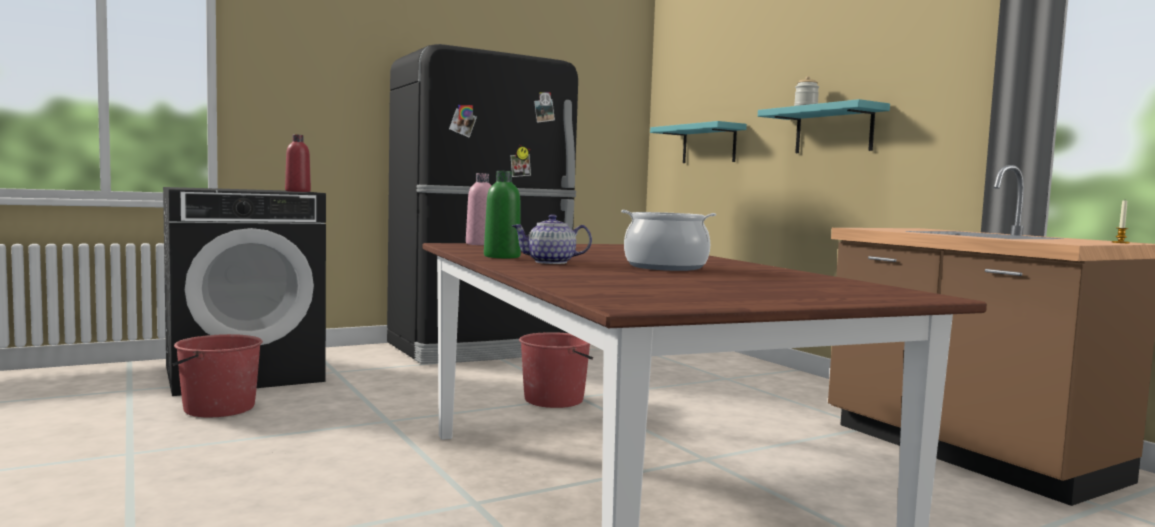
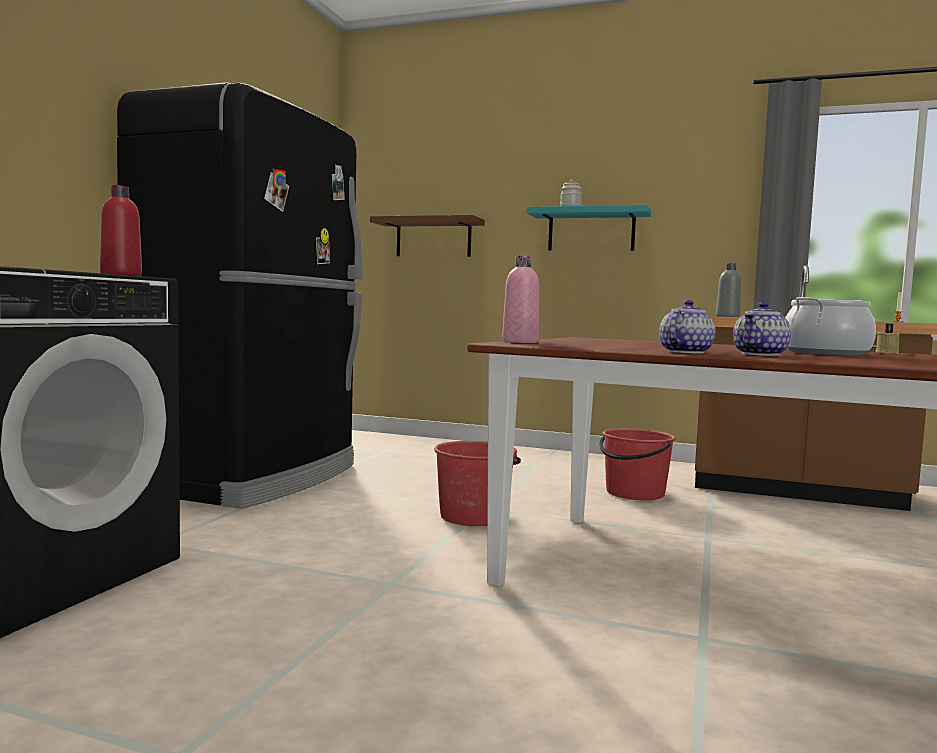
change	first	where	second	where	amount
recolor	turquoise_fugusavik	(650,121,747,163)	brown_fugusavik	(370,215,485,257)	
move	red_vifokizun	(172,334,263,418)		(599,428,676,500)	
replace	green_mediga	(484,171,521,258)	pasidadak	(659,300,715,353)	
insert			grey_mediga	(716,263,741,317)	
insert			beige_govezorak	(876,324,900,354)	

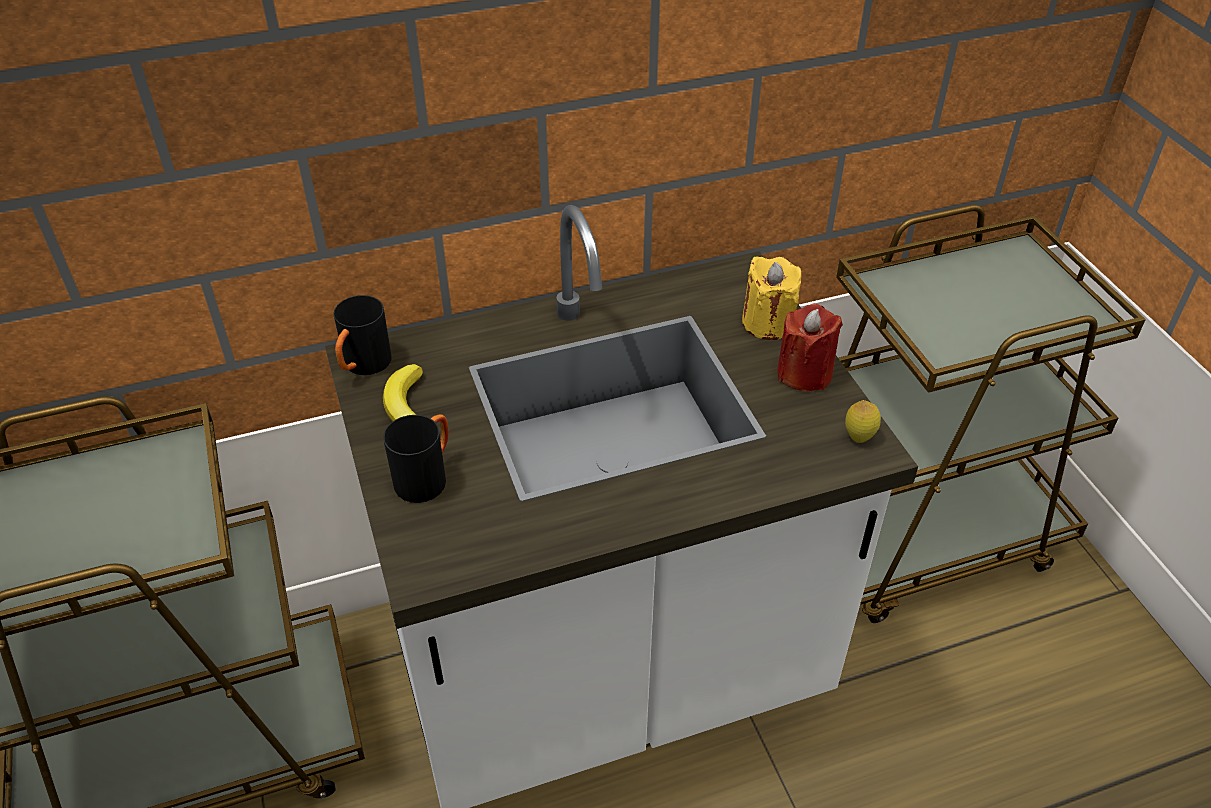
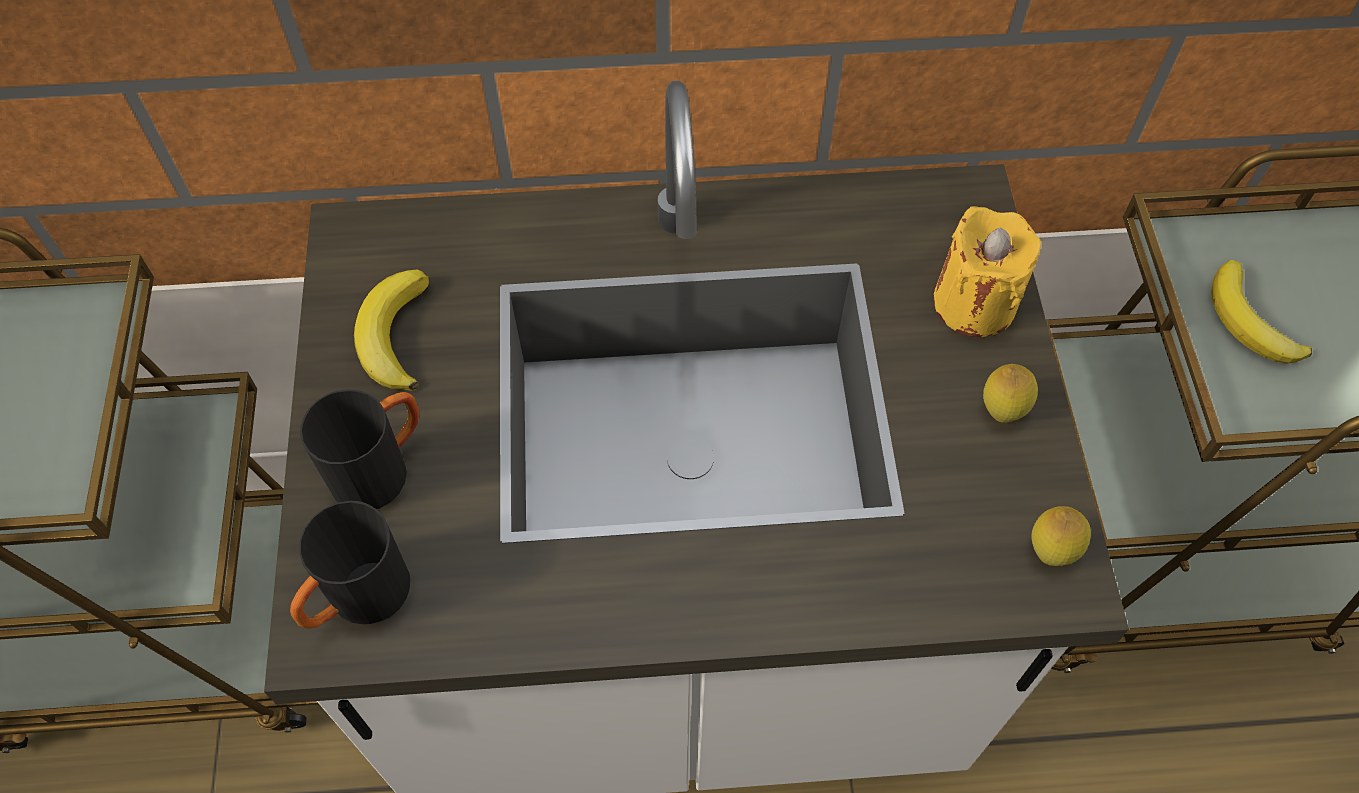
change	first	where	second	where	amount
move	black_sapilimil	(334,295,392,375)		(290,501,410,629)	
replace	red_govezorak	(777,304,843,392)	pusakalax	(983,364,1038,423)	
insert			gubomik	(1211,260,1312,364)	

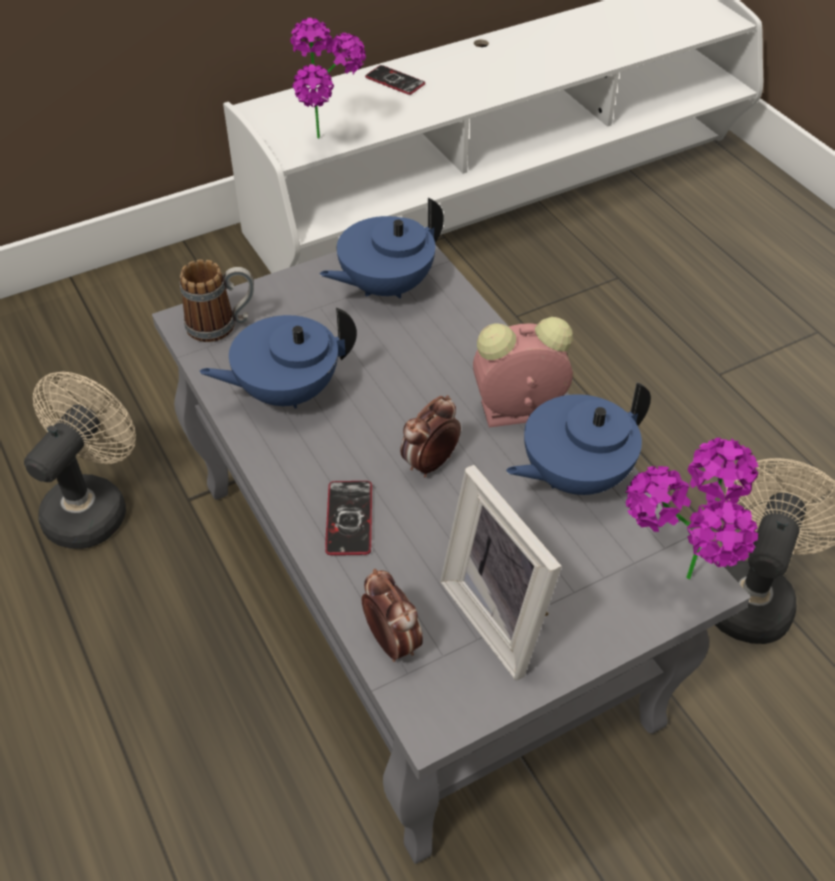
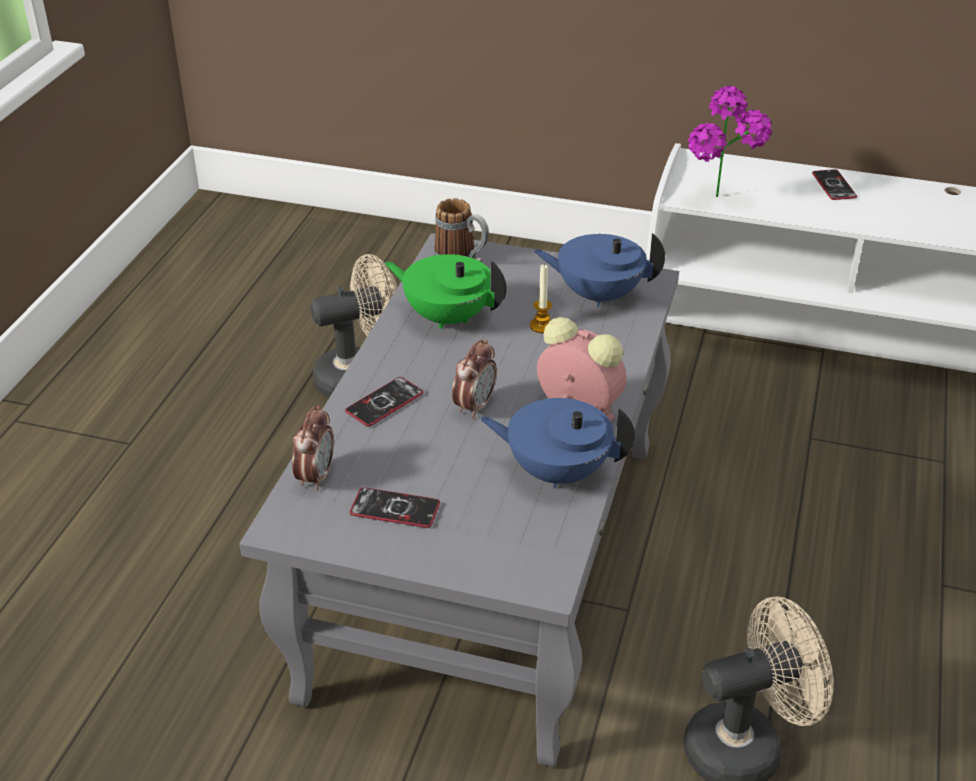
change	first	where	second	where	amount
replace	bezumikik	(440,465,562,680)	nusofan	(350,487,440,528)	
recolor	blue_pasidadak	(199,307,357,408)	green_pasidadak	(385,254,507,329)	
rotate	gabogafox	(400,395,461,477)		(452,339,497,419)	120 degrees clockwise
insert			govezorak	(530,264,552,333)	
delete	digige	(625,437,758,579)			

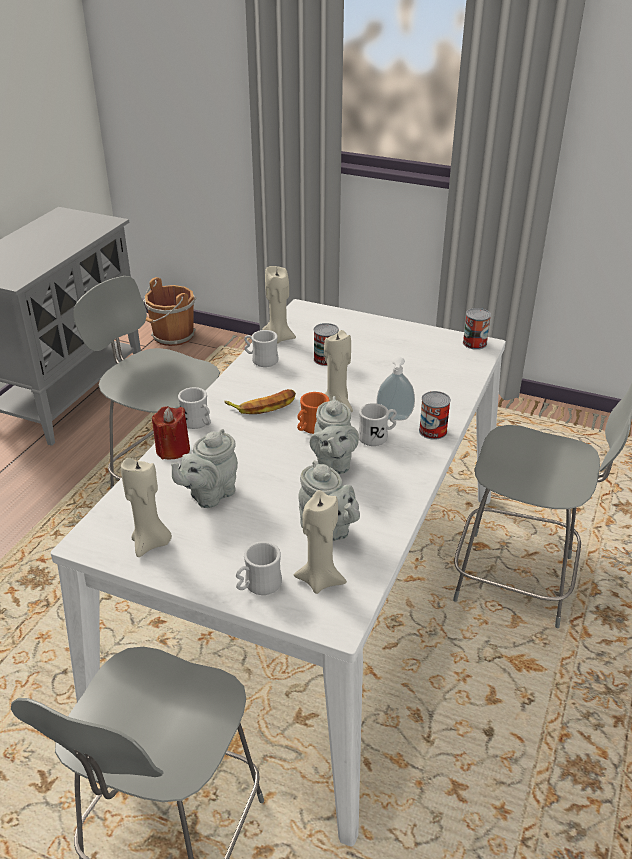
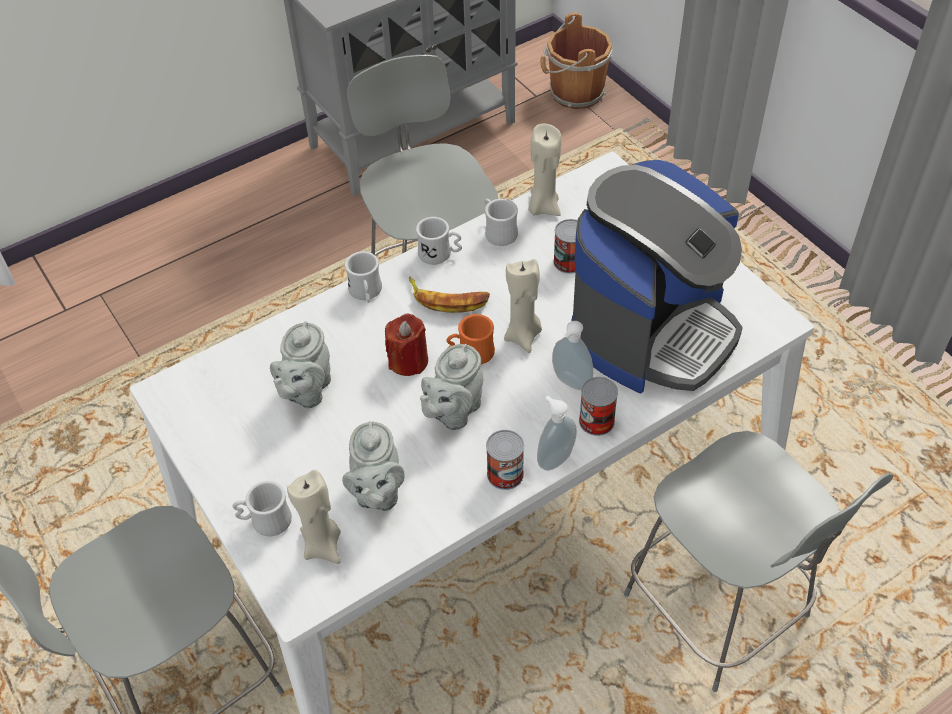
change	first	where	second	where	amount
rotate	grey_pasidadak	(171,429,238,508)		(270,321,331,408)	60 degrees counterclockwise
move	red_govezorak	(152,406,190,460)		(385,313,428,376)	
move	white_sapilimil	(358,403,397,446)		(416,217,462,265)	
move	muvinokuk	(463,308,491,350)		(486,430,524,490)	
insert			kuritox	(537,396,577,471)	
insert			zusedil	(572,160,743,393)	
delete	beige_govezorak	(121,458,172,557)			

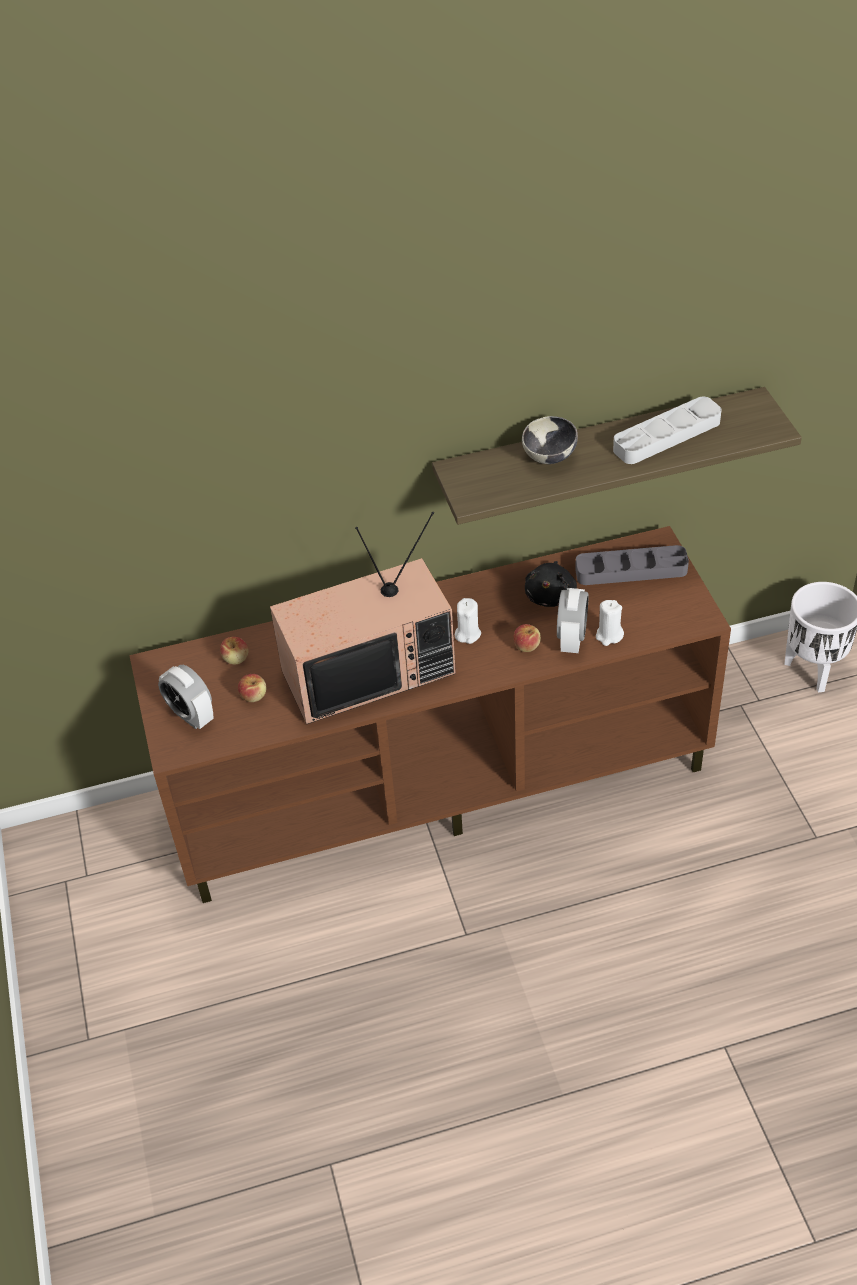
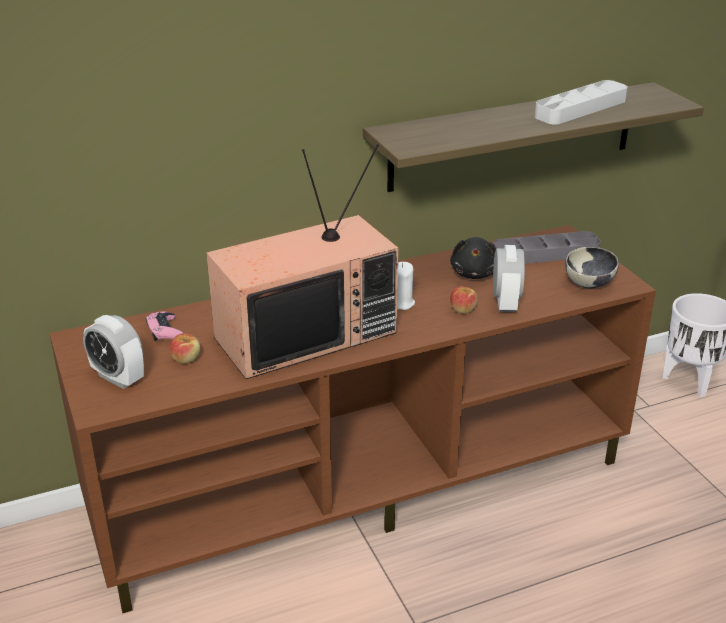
change	first	where	second	where	amount
replace	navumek	(220,637,249,665)	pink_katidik	(146,312,183,341)	
move	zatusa	(522,416,578,464)		(565,247,619,289)	
delete	white_govezorak	(596,600,624,646)			

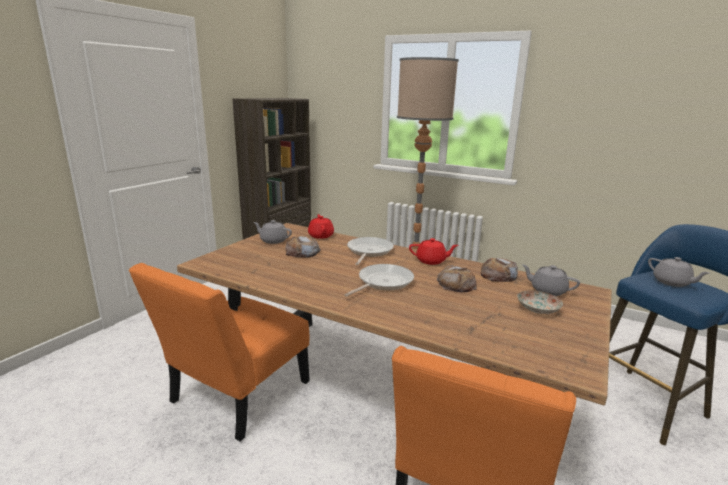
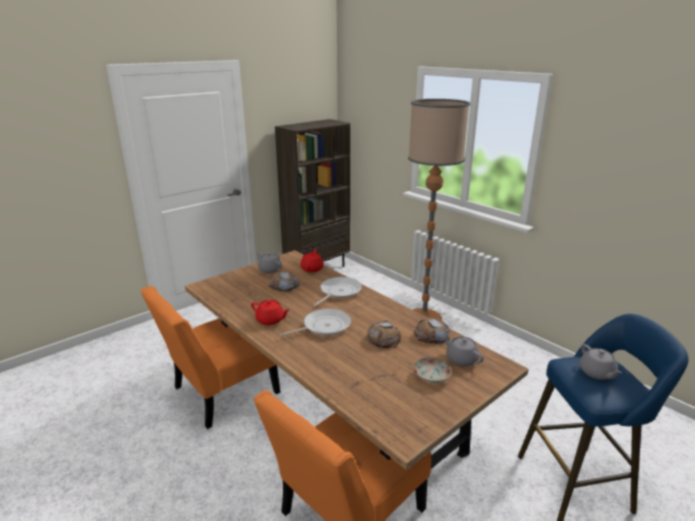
change	first	where	second	where	amount
move	red_pasidadak	(409,238,458,265)		(251,300,290,325)	

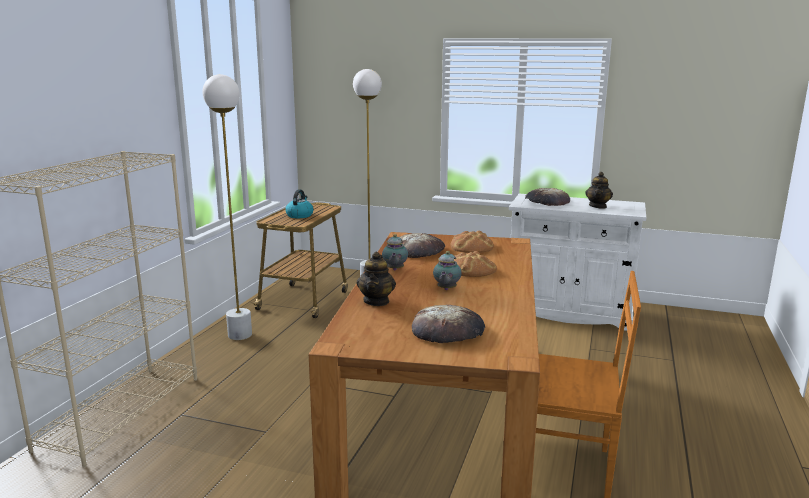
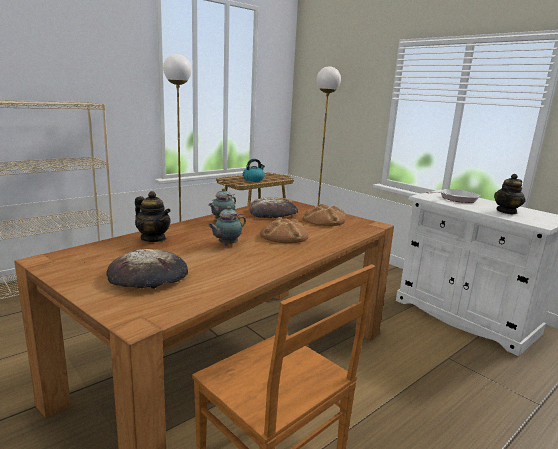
change	first	where	second	where	amount
rotate	pasidadak	(357,252,396,306)		(135,191,171,242)	90 degrees counterclockwise
replace	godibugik	(525,188,570,206)	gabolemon	(426,189,480,203)	

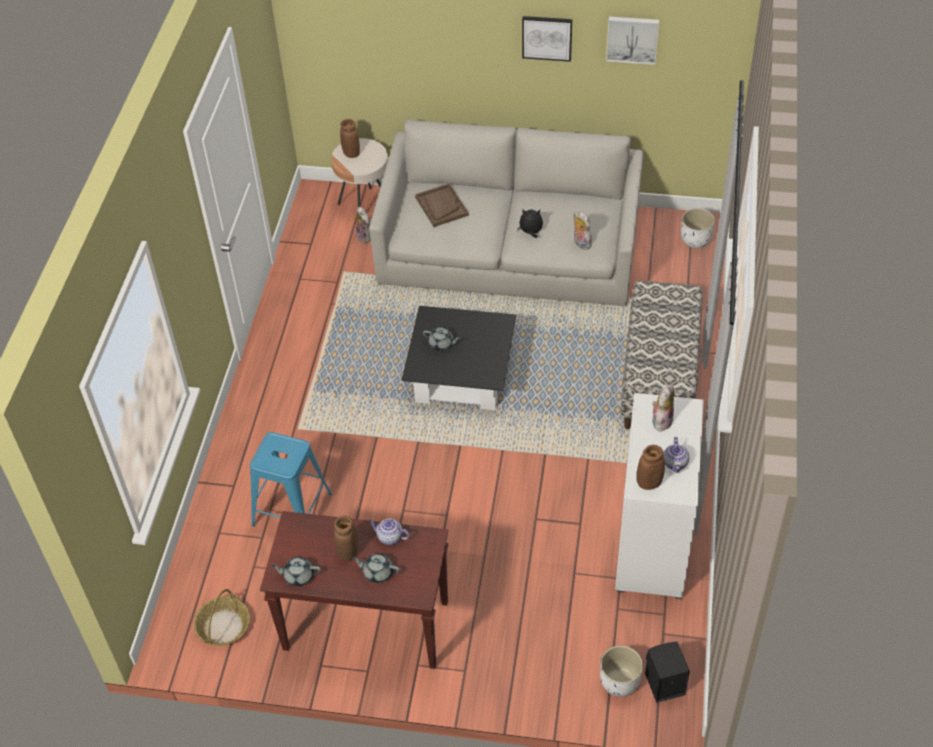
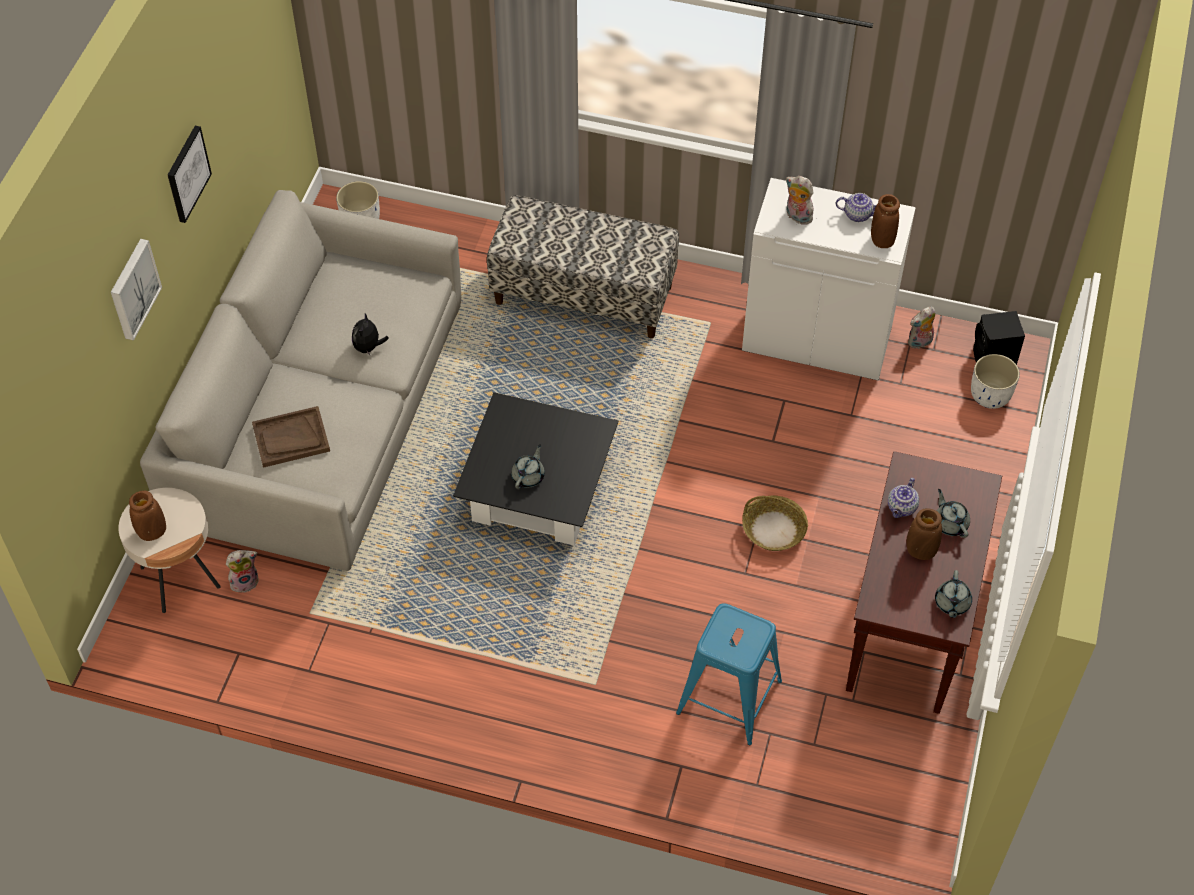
change	first	where	second	where	amount
move	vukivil	(606,17,659,65)		(111,239,162,341)	
move	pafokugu	(194,589,250,646)		(742,496,808,551)	
move	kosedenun	(573,212,592,250)		(908,306,936,349)	
rotate	grey_pasidadak	(352,553,400,583)		(937,489,970,538)	135 degrees clockwise

